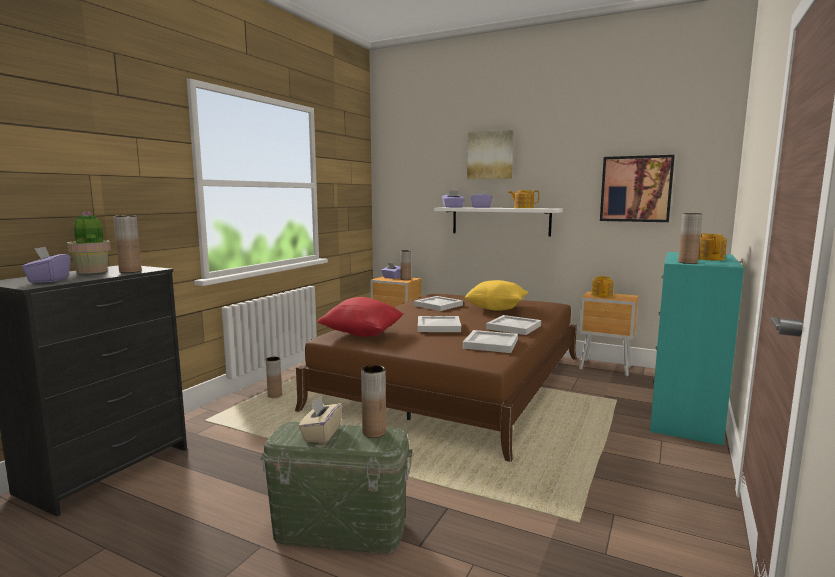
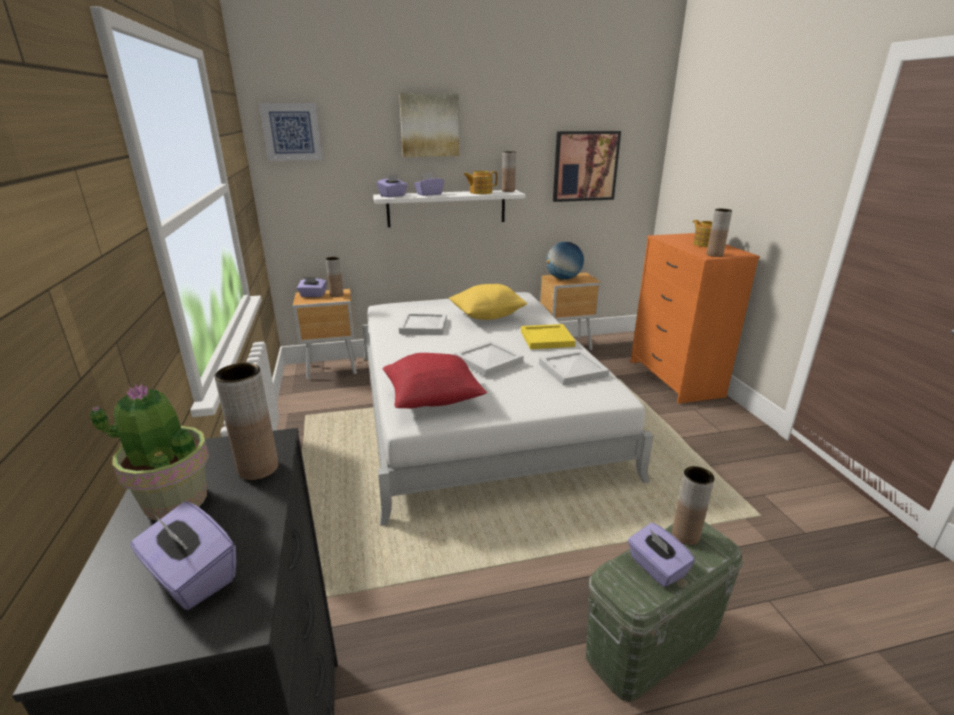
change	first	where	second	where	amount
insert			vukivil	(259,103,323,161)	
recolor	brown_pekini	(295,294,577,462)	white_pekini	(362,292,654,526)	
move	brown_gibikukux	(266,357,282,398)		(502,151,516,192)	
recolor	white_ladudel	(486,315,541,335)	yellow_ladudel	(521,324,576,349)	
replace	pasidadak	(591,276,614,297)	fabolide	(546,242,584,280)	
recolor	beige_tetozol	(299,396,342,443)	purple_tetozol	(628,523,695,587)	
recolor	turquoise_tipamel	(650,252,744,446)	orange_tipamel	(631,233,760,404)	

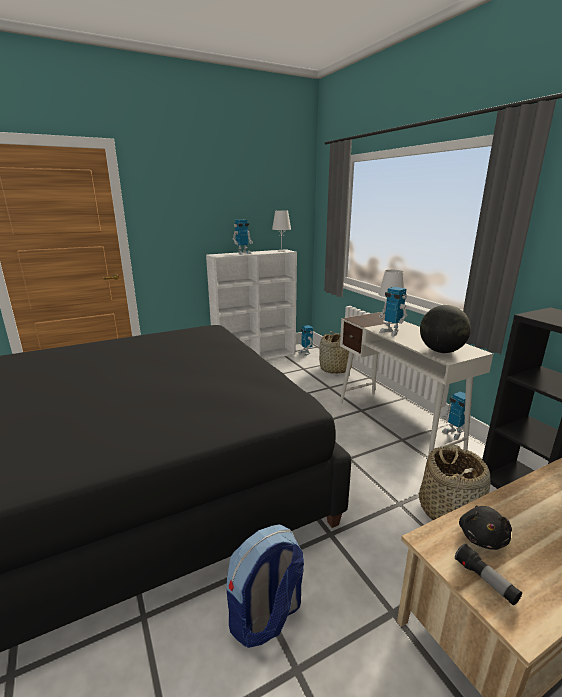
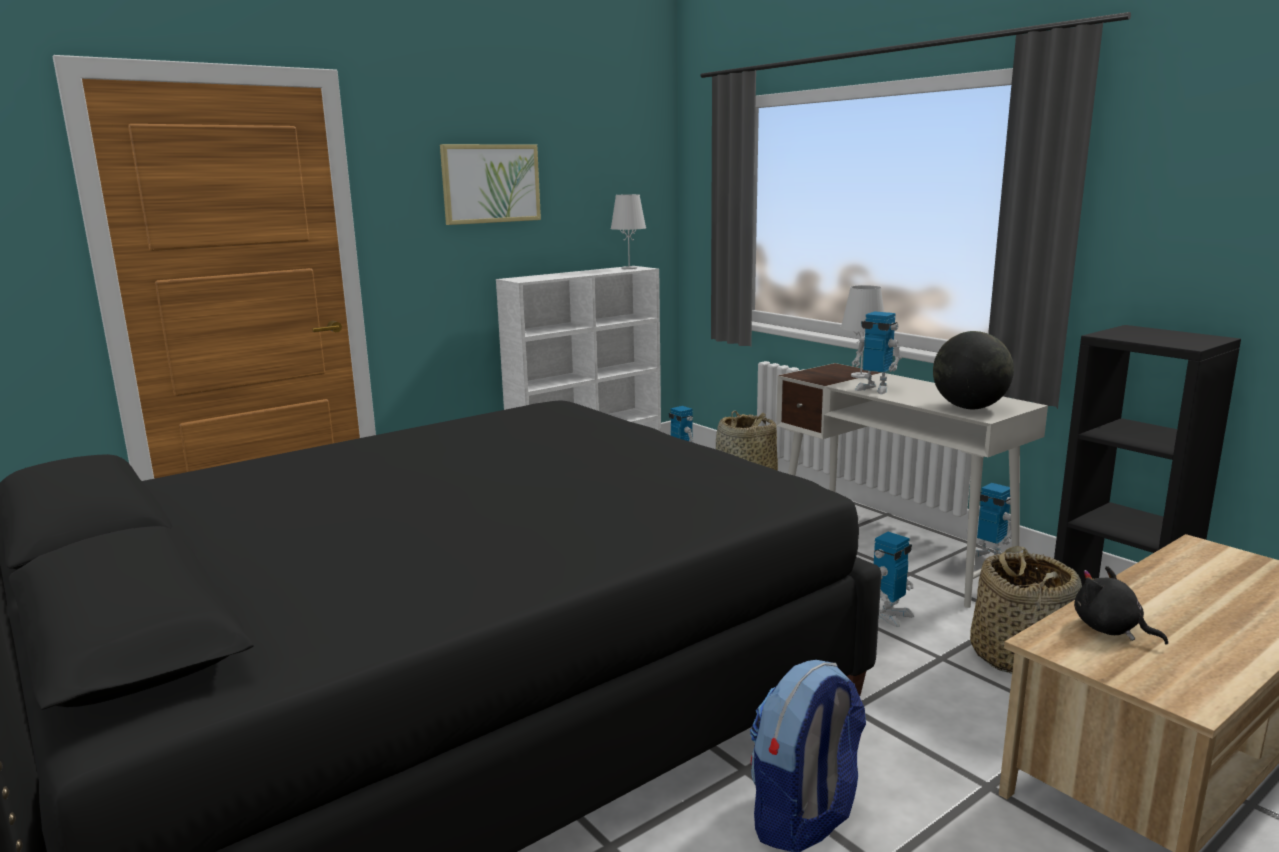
change	first	where	second	where	amount
insert			vukivil	(440,144,541,225)	
move	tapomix	(233,220,253,255)		(874,532,914,627)	
rotate	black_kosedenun	(459,506,512,550)		(1074,566,1168,645)	135 degrees clockwise
delete	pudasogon	(455,544,522,605)			

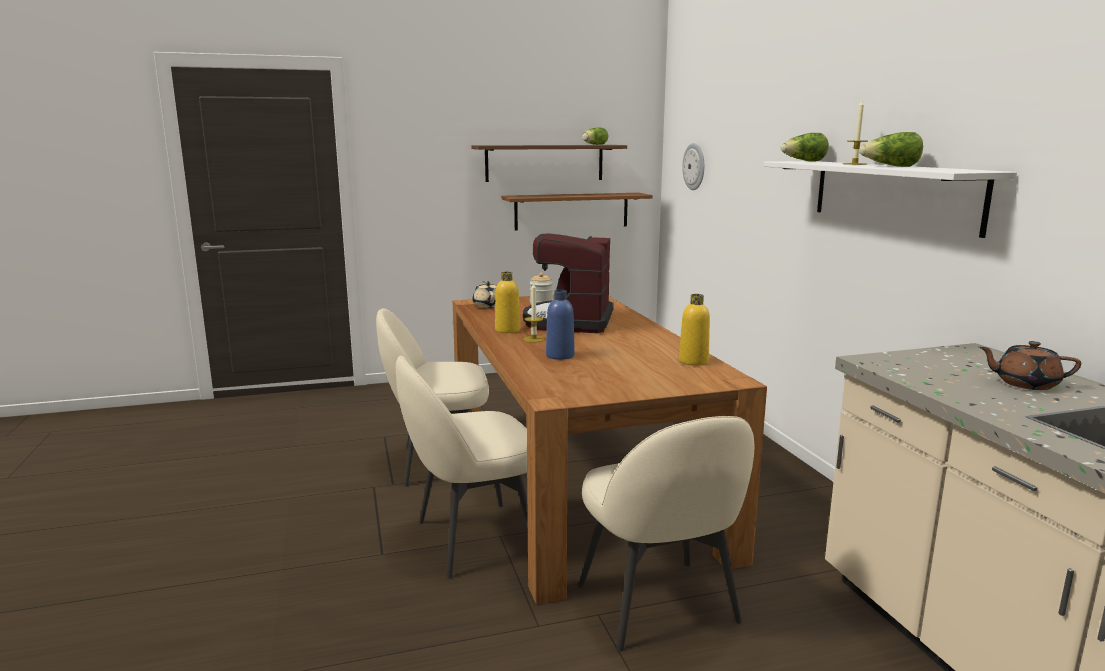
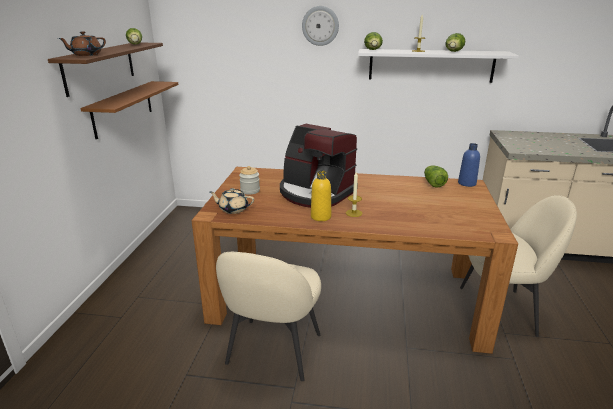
change	first	where	second	where	amount
move	brown_pasidadak	(979,341,1081,390)		(58,31,106,56)	
move	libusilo	(682,143,704,190)		(302,6,339,46)	
replace	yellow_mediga	(679,294,710,366)	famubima	(424,165,448,188)	
move	blue_mediga	(546,290,575,360)		(458,143,480,187)	
delete	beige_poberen	(396,355,528,579)			

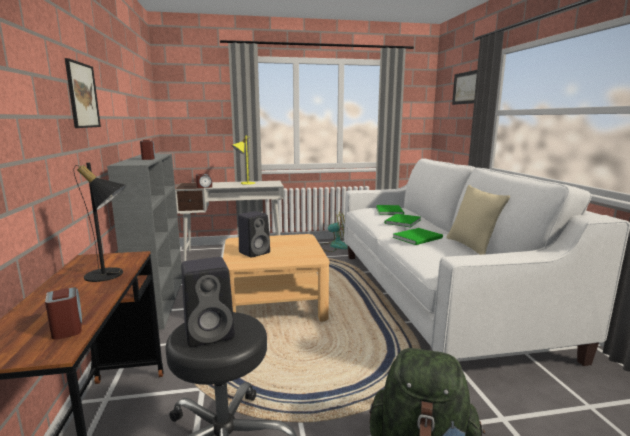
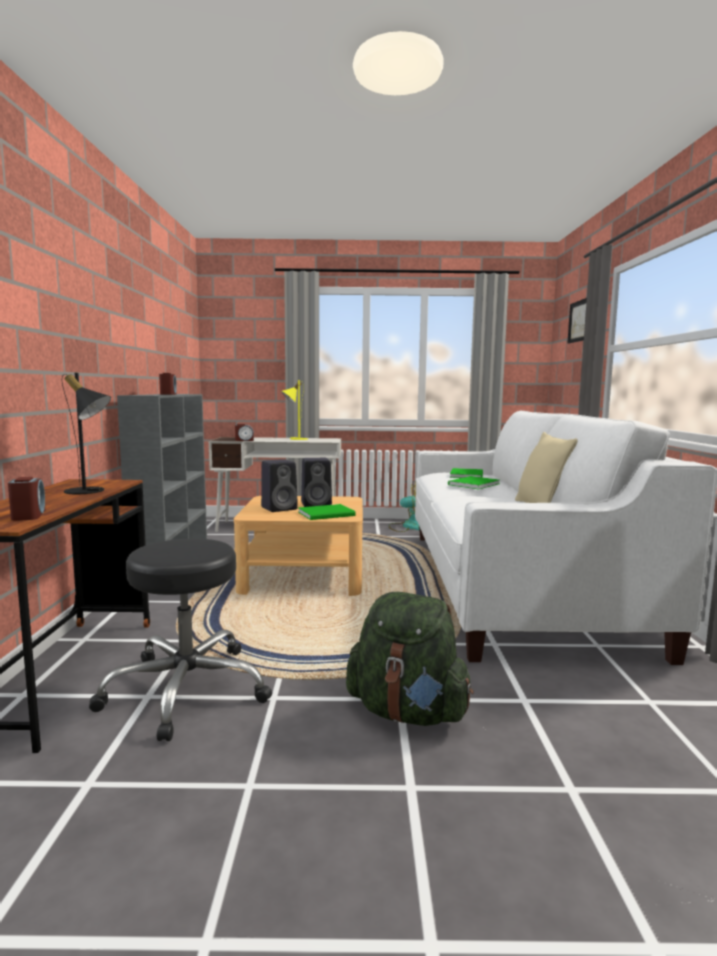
change	first	where	second	where	amount
move	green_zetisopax	(393,228,443,245)		(298,504,356,520)	
move	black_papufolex	(181,257,235,347)		(301,458,332,507)	
delete	vukivil	(65,58,101,128)			

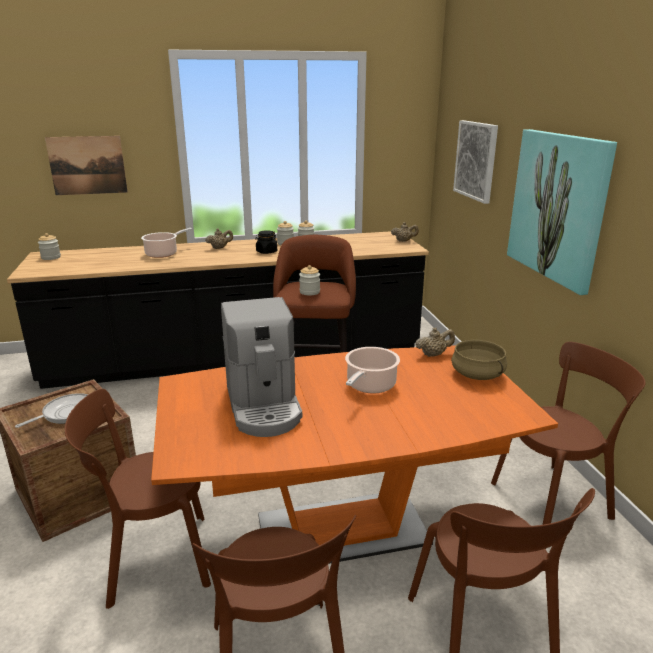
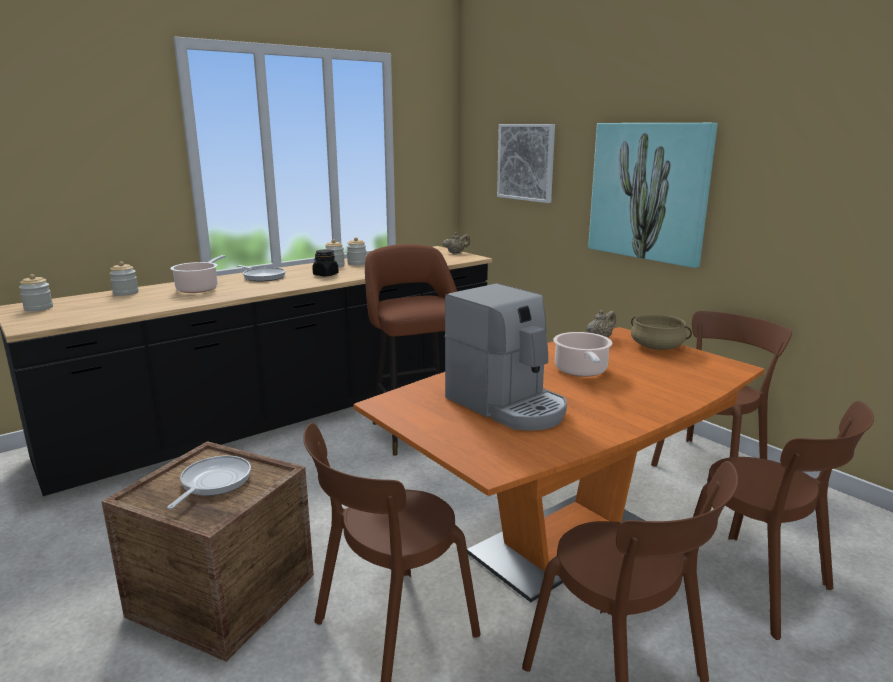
change	first	where	second	where	amount
move	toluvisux	(299,265,320,295)		(109,262,139,296)	
replace	beige_pasidadak	(205,228,233,249)	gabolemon	(237,265,286,281)	
delete	vukivil	(45,136,128,195)			

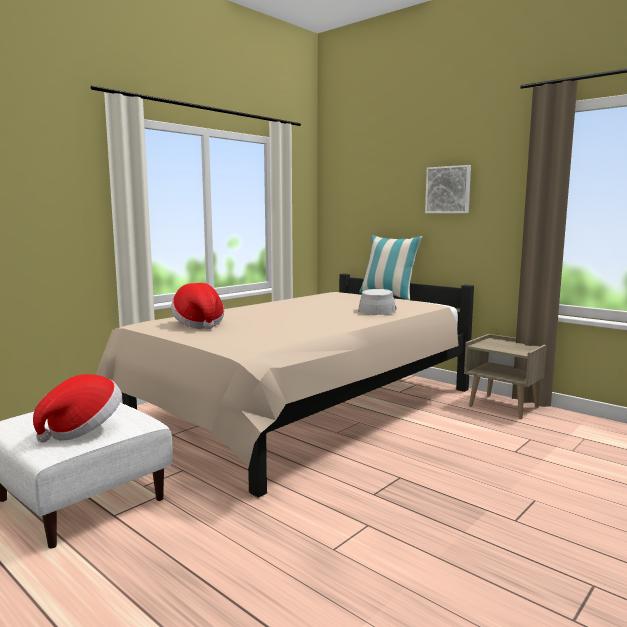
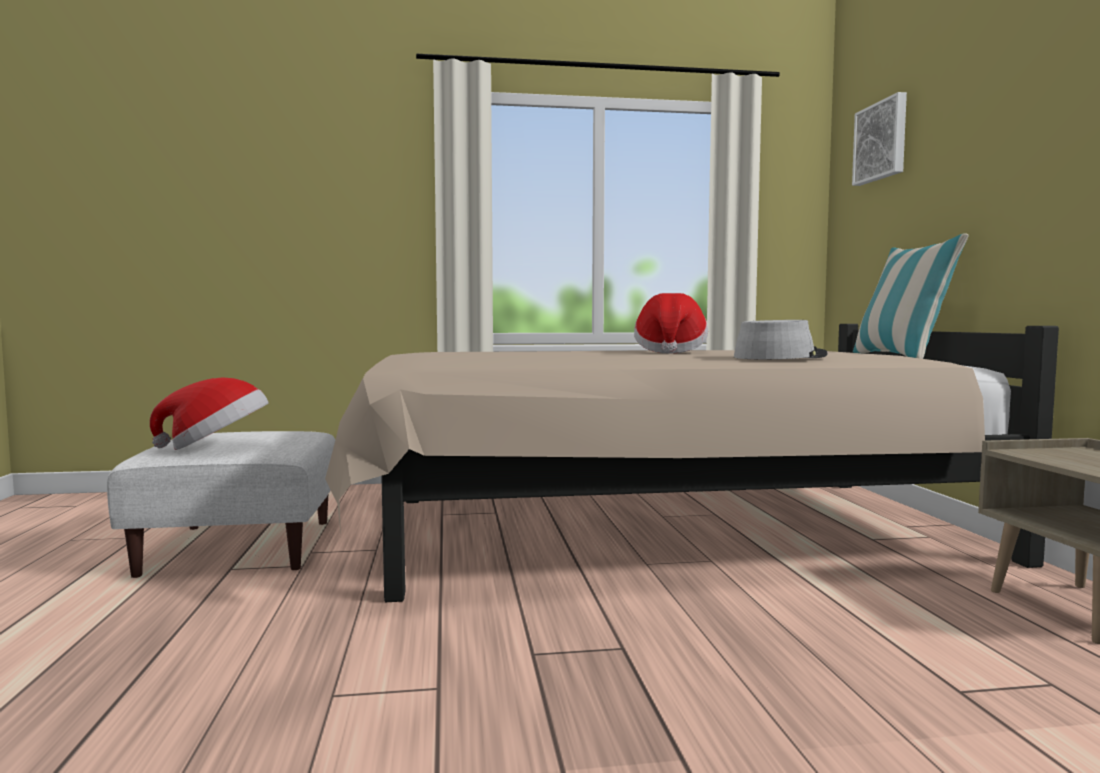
change	first	where	second	where	amount
move	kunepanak	(171,283,224,329)		(634,293,708,354)	
move	vukivil	(425,165,471,213)		(852,92,907,186)	

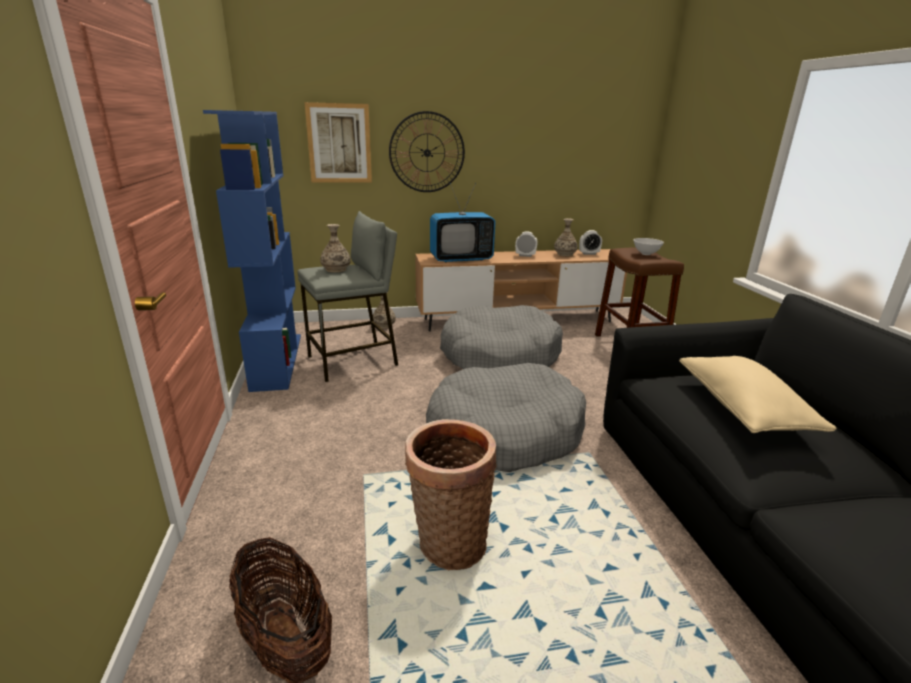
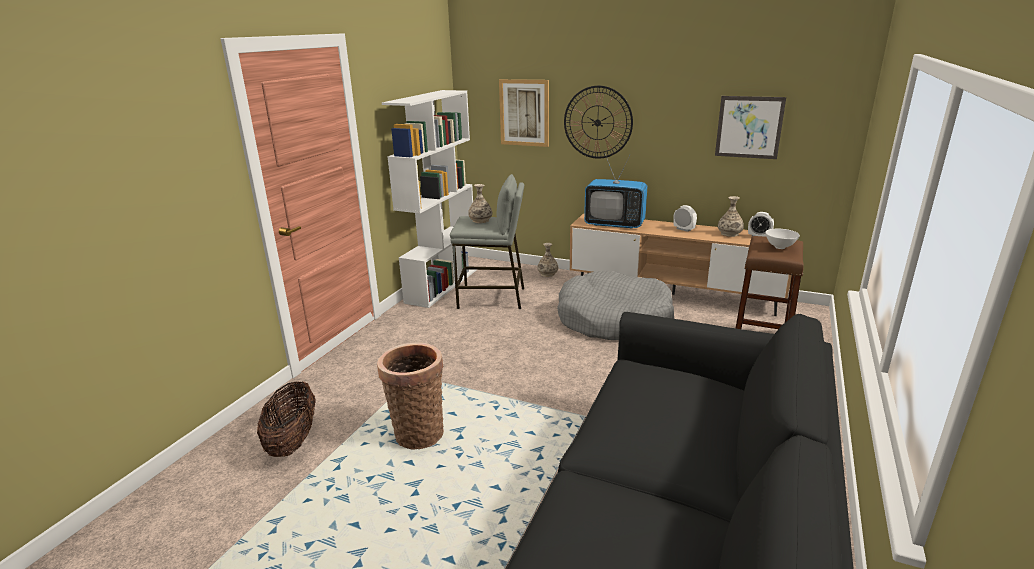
change	first	where	second	where	amount
recolor	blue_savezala	(203,110,301,392)	white_savezala	(382,90,476,308)	
insert			vukivil	(715,96,786,159)	
delete	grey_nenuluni	(426,363,586,472)			
delete	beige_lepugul	(679,356,837,433)			

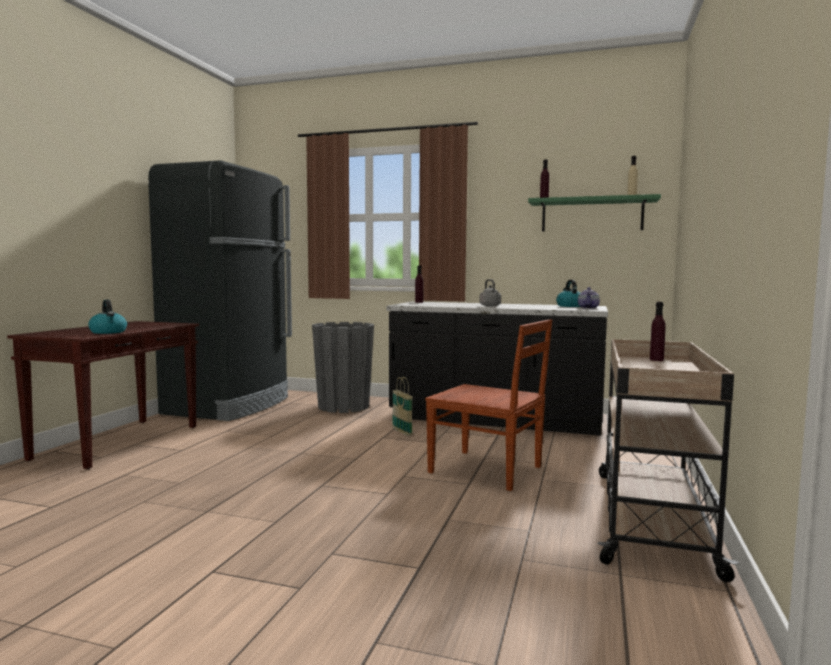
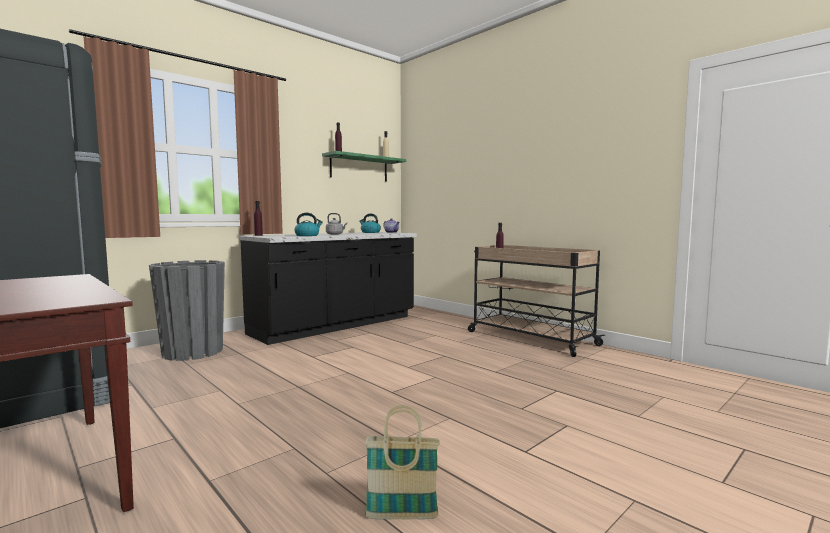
change	first	where	second	where	amount
move	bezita	(88,300,127,334)		(294,213,323,236)	
move	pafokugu	(392,377,413,435)		(365,405,439,519)	
delete	brown_poberen	(425,319,552,491)			

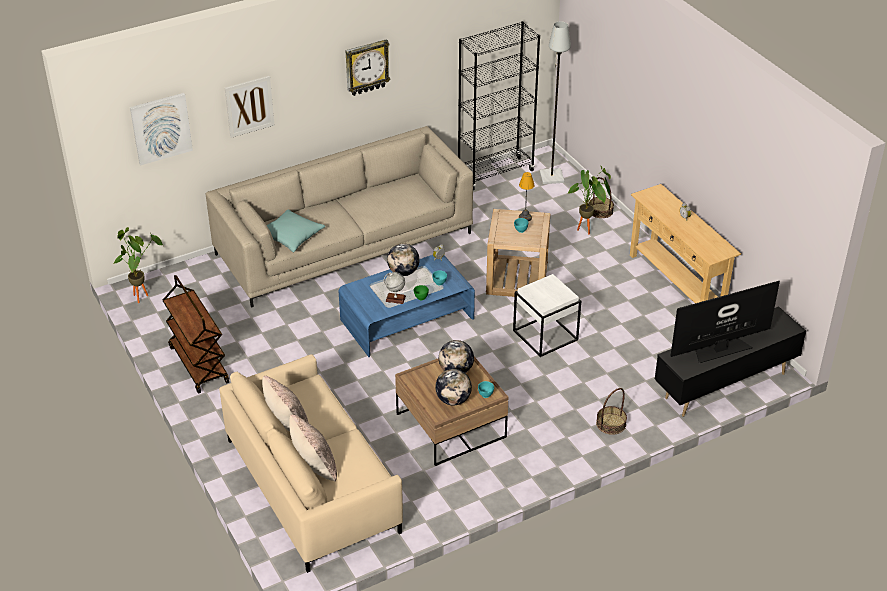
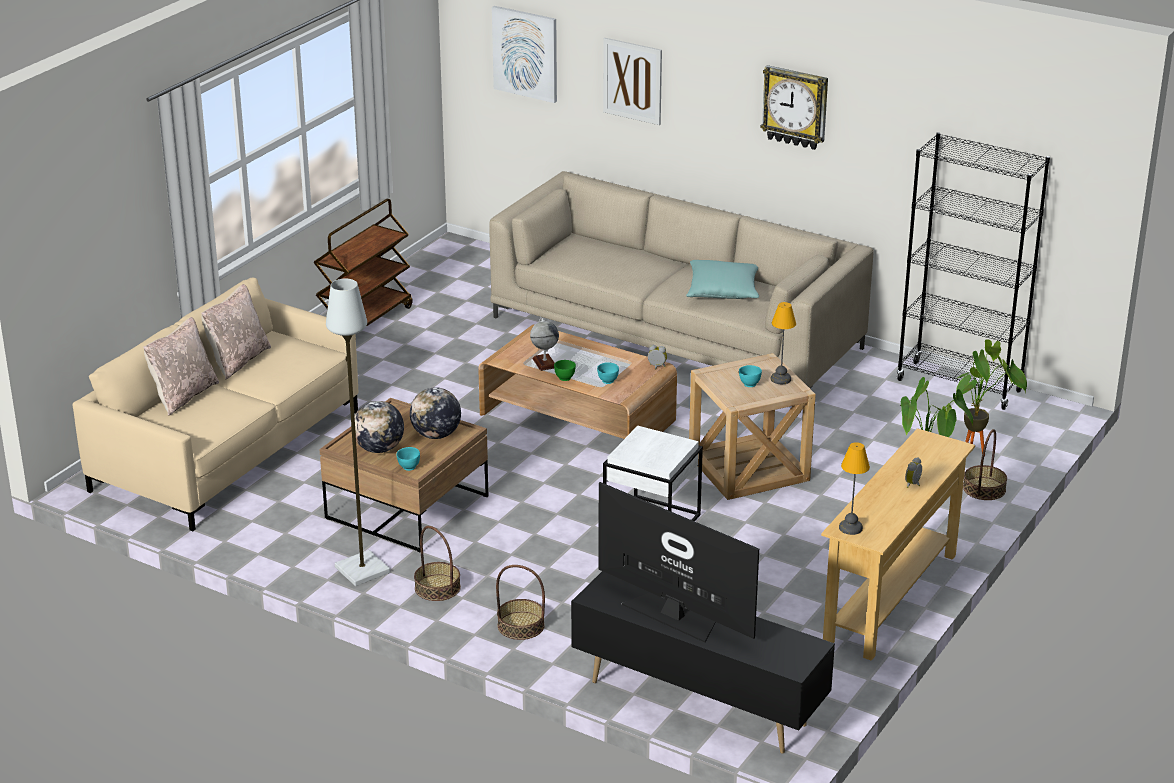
change	first	where	second	where	amount
move	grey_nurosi	(539,21,571,184)		(326,278,390,586)	
insert			pafokugu	(414,526,461,601)	
recolor	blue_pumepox	(339,255,475,357)	brown_pumepox	(478,324,677,439)	
move	turquoise_lepugul	(267,209,325,253)		(686,260,759,299)	
insert			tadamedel	(839,442,870,535)	
move	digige	(113,227,163,303)		(955,339,1027,453)	
delete	fabolide	(387,244,420,276)			

